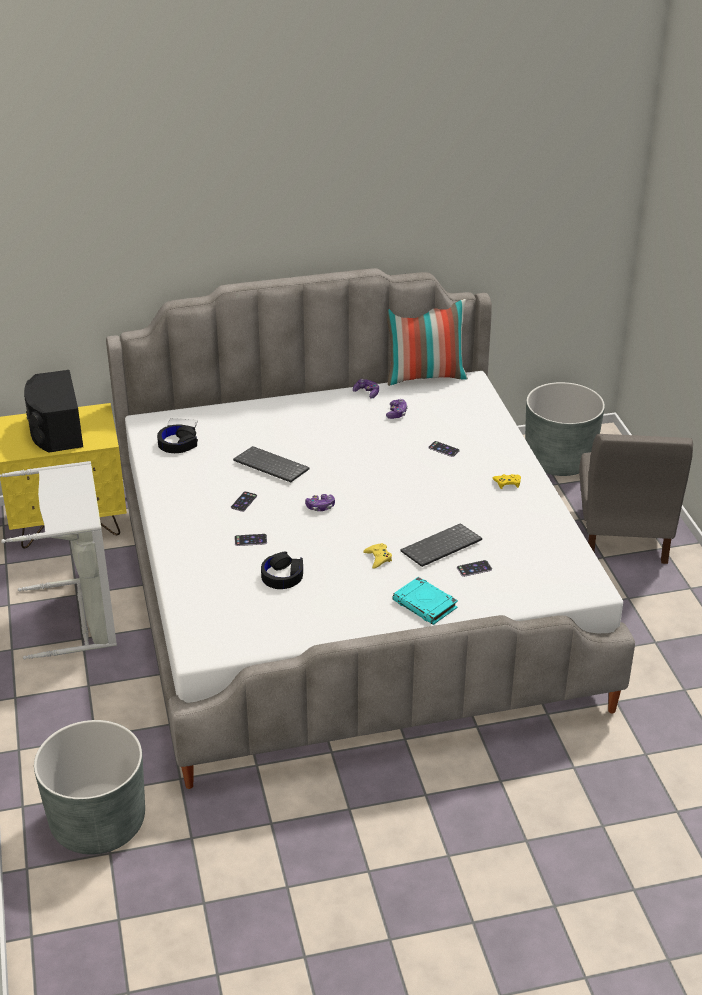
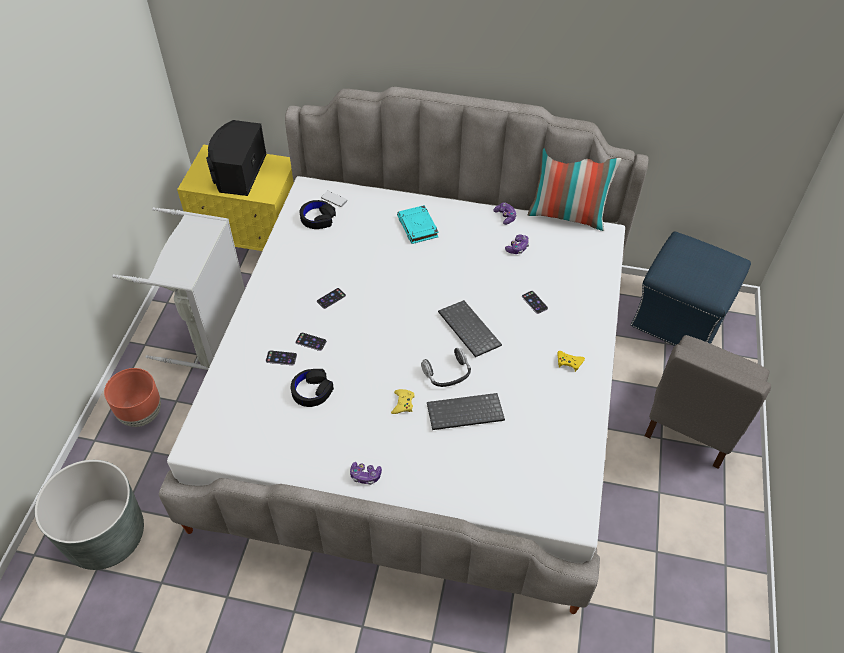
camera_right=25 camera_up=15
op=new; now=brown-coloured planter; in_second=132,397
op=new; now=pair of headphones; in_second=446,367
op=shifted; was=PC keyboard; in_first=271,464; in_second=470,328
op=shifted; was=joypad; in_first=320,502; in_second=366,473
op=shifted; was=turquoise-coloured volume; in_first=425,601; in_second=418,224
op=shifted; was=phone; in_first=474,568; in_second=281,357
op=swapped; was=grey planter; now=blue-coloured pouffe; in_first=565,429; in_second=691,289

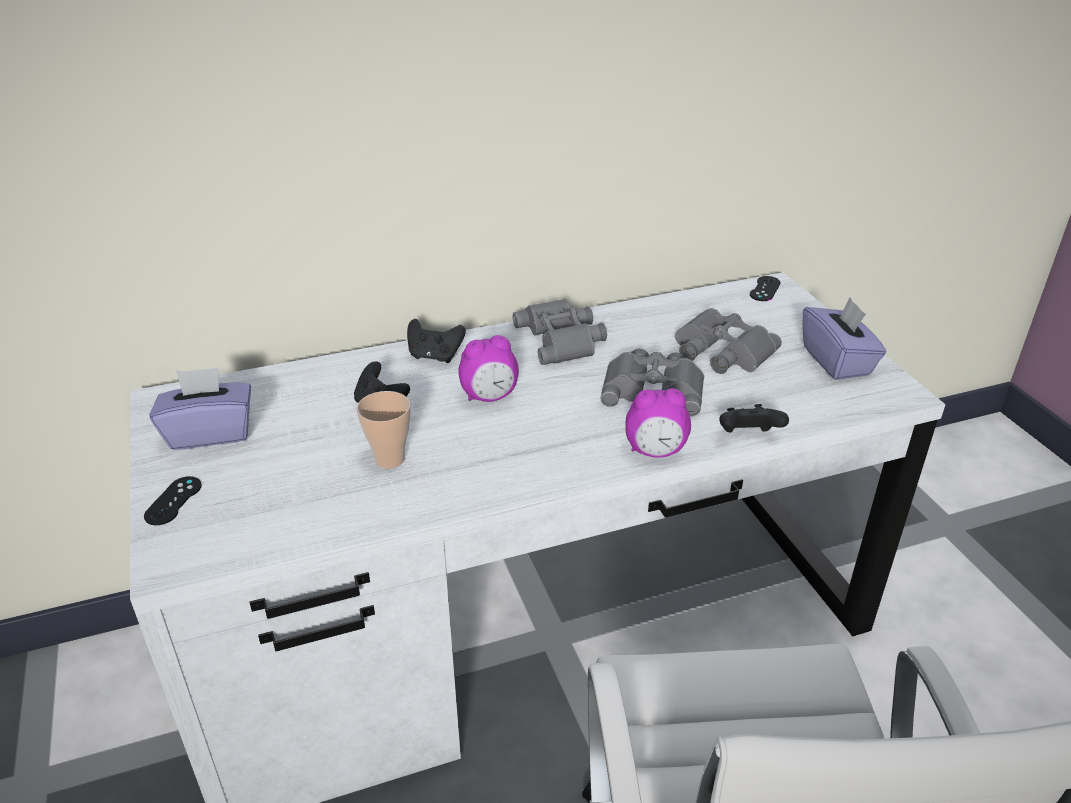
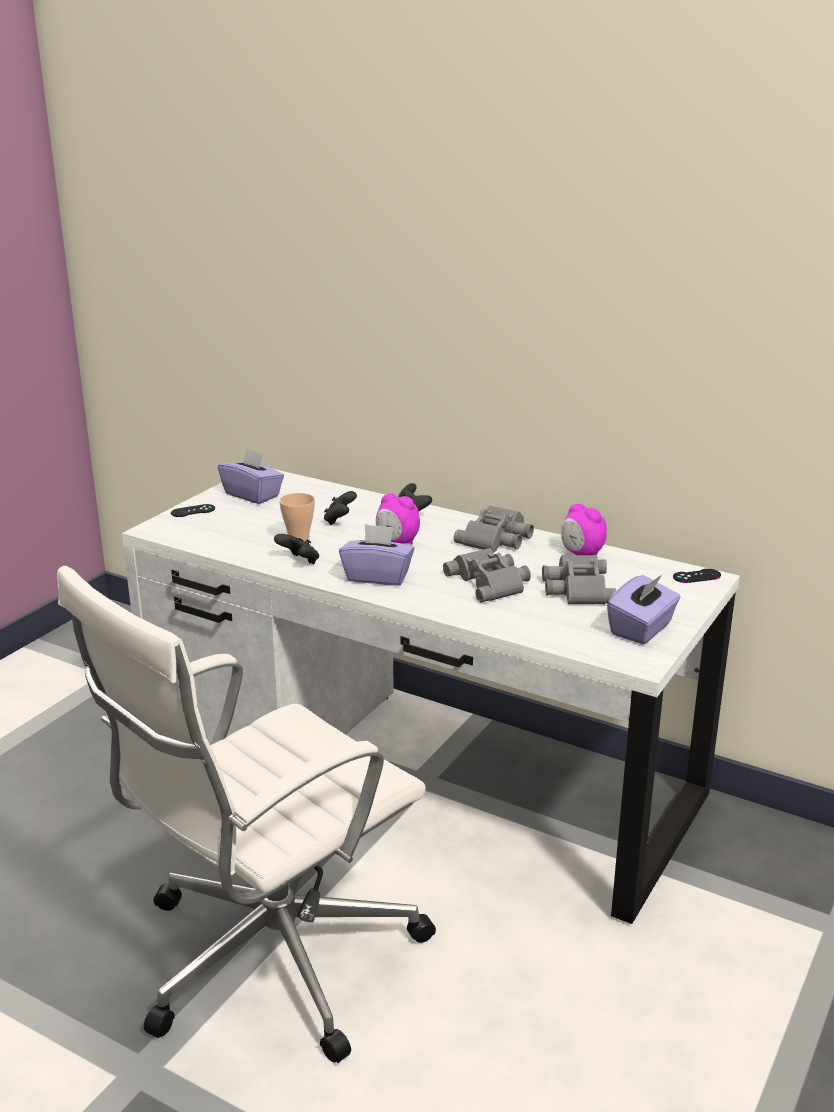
camera_right=50 camera_up=-10
op=new; now=purple tissue holder; in_second=377,555
op=shifted; was=bedside clock; in_first=658,423; in_second=584,529
op=shifted; was=black joypad; in_first=754,418; in_second=296,549

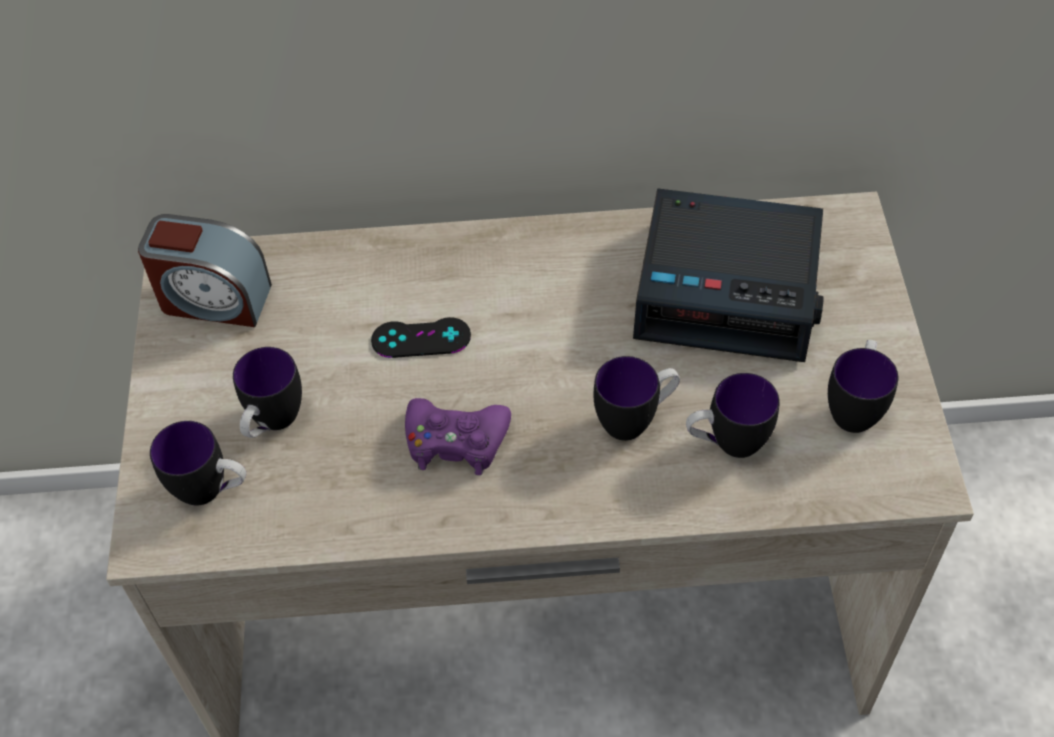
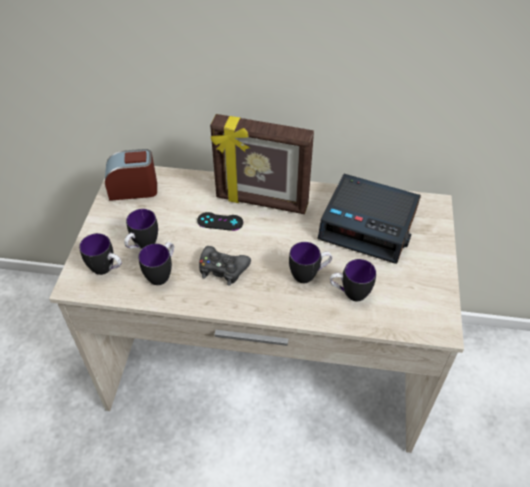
camera_right=10 camera_up=-5
op=new; now=picture frame; in_second=262,164
op=shifted; was=tea mug; in_first=863,386; in_second=156,263
op=repainted; was=purple joypad; now=black joypad; in_first=458,436; in_second=225,266
op=rotated; was=bedside clock; in_first=205,270; in_second=131,175; clockwise=150

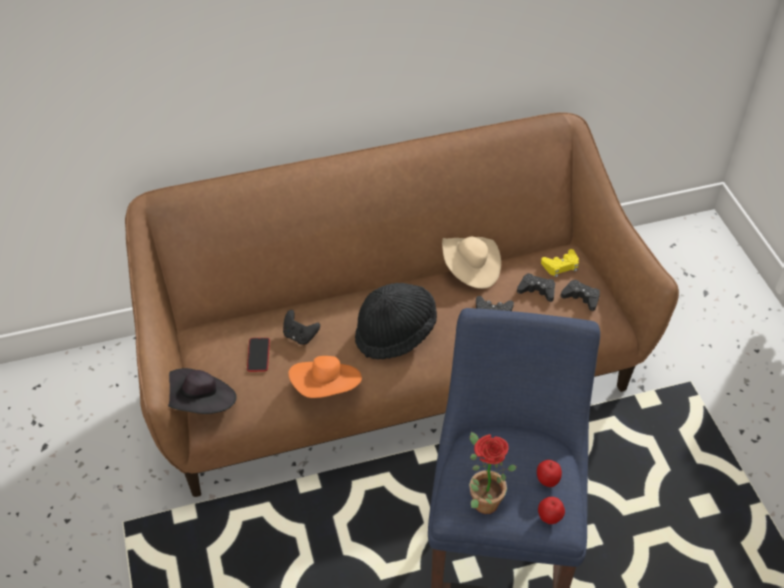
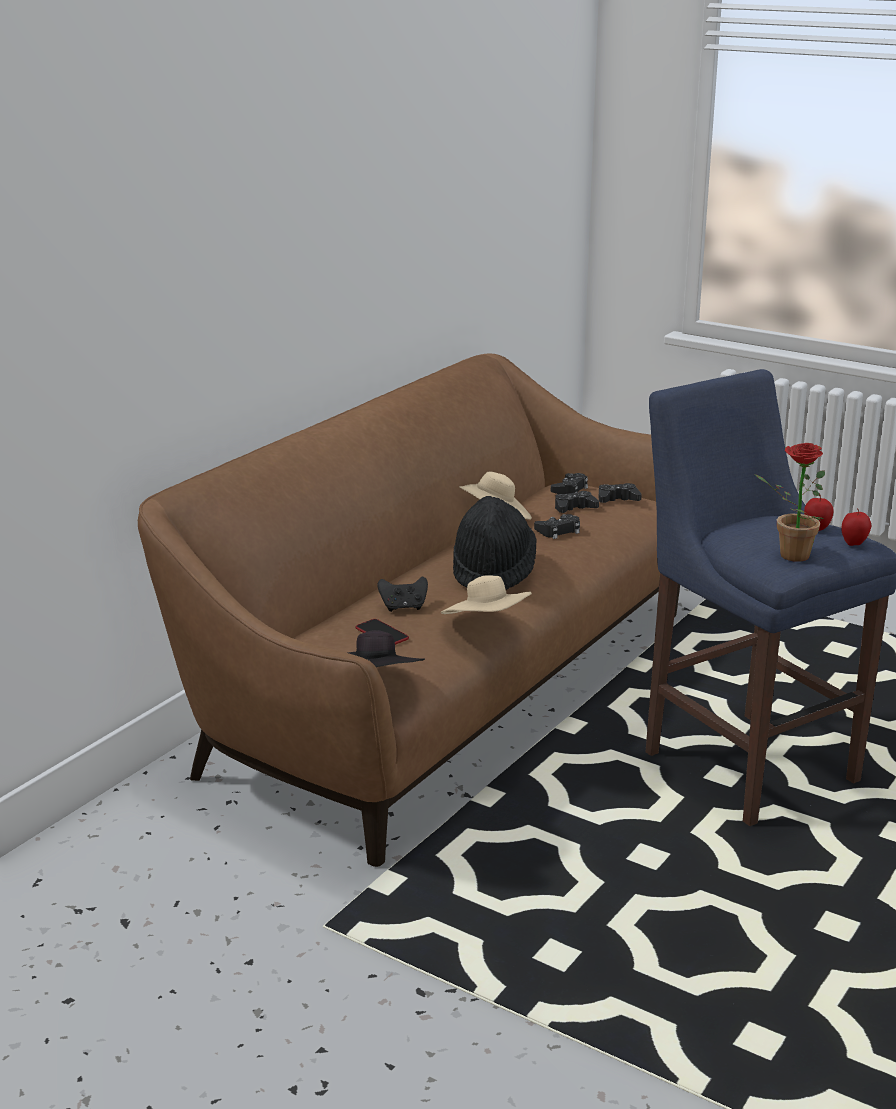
camera_right=-40 camera_up=-25
op=repainted; was=orangey hat; now=beige hat; in_first=325,377; in_second=486,594
op=repainted; was=yellowish joypad; now=black joypad; in_first=560,263; in_second=569,483

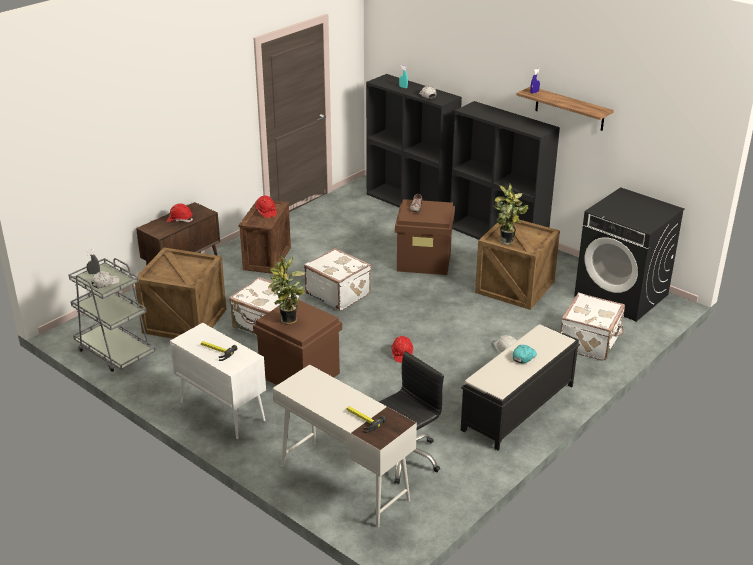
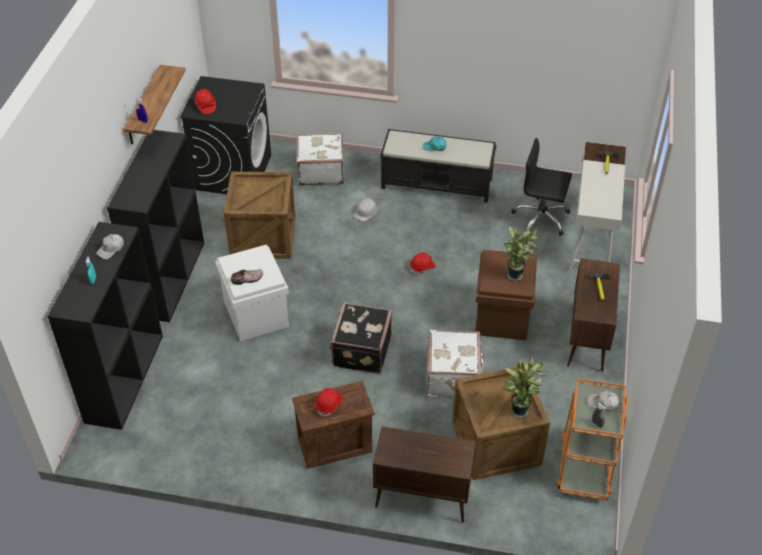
camera_right=-120 camera_up=15
op=shifted; was=red work helmet; in_first=180,212; in_second=205,101
op=shifted; was=potted plant; in_first=511,214; in_second=525,387
op=repainted; was=grey trolley; now=orangey trolley; in_first=112,315; in_second=592,439
op=repainted; was=white-coloured storage cabinet; now=brown-coloured storage cabinet; in_first=218,381; in_second=593,315
op=repainted; was=white-coloured travel case; now=black travel case; in_first=337,279; in_second=361,338
op=repainted; was=brown-coloured storage bin; now=white-coloured storage bin; in_first=425,237; in_second=252,292

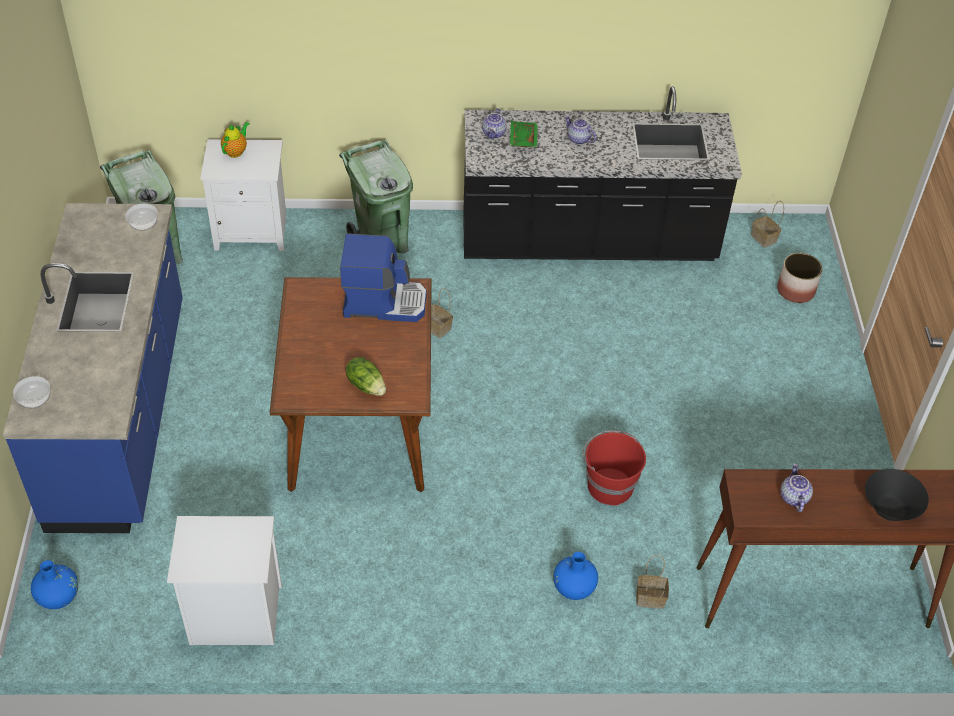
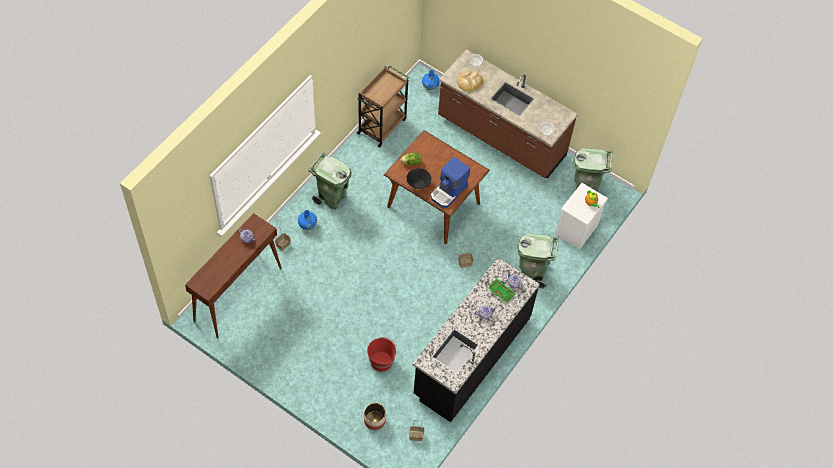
camera_right=125 camera_up=10
op=new; now=green-coloured rubbish bin; in_second=329,181
op=new; now=bakery bread; in_second=470,81
op=shifted; was=red pail; in_first=614,468; in_second=382,354
op=shifted; was=black deep dish; in_first=897,495; in_second=418,178
op=swapped; was=white-coloured bedside table; now=brown-coloured trolley; in_first=224,580; in_second=383,106
op=repainted; was=blue-coloured kitchen base unit; now=brown-coloured kitchen base unit; in_first=93,368; in_second=508,114

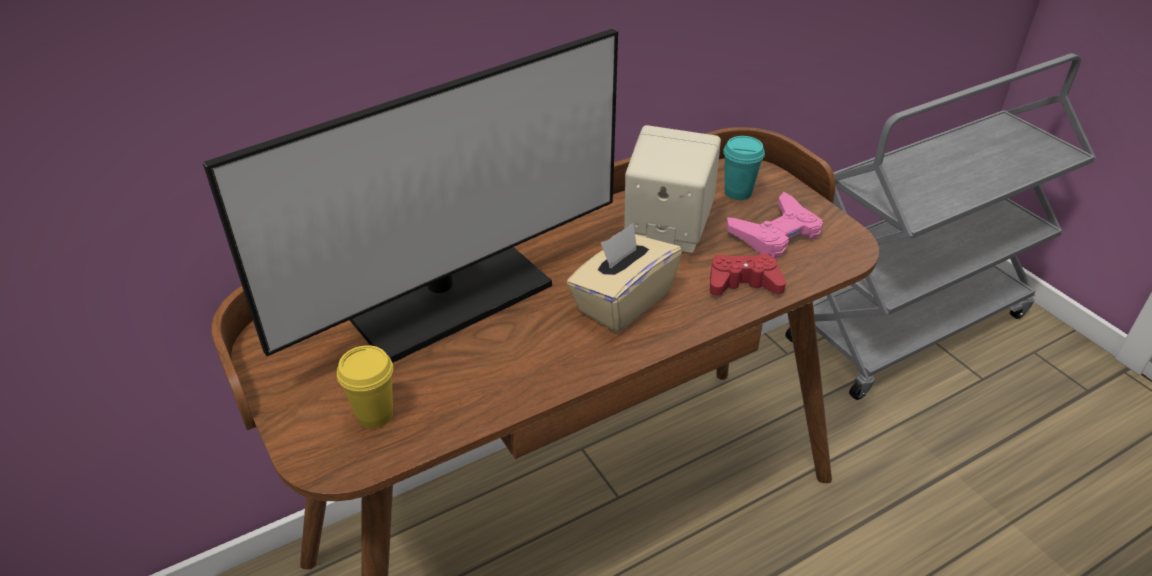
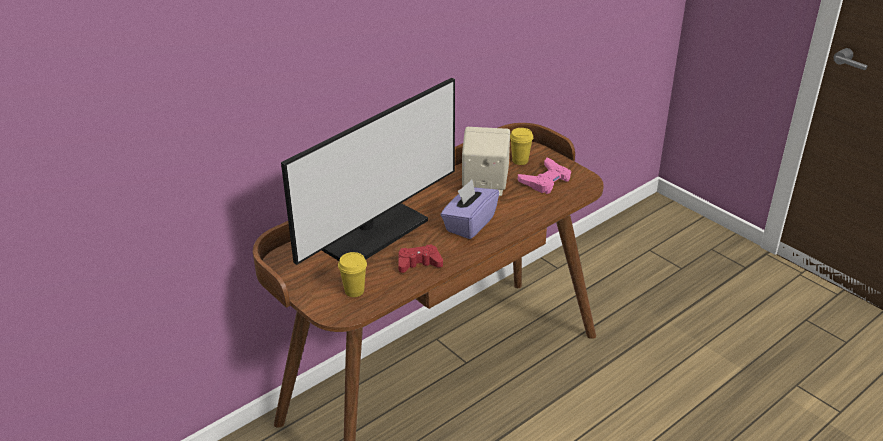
camera_right=-10 camera_up=-5
op=gone; was=grey trolley; in_first=940,226
op=shifted; was=red joypad; in_first=748,275; in_second=420,258
op=repainted; was=beige tissue holder; now=purple tissue holder; in_first=624,277; in_second=470,209
op=repainted; was=turquoise-coloured cup; now=yellowish cup; in_first=744,168; in_second=521,146

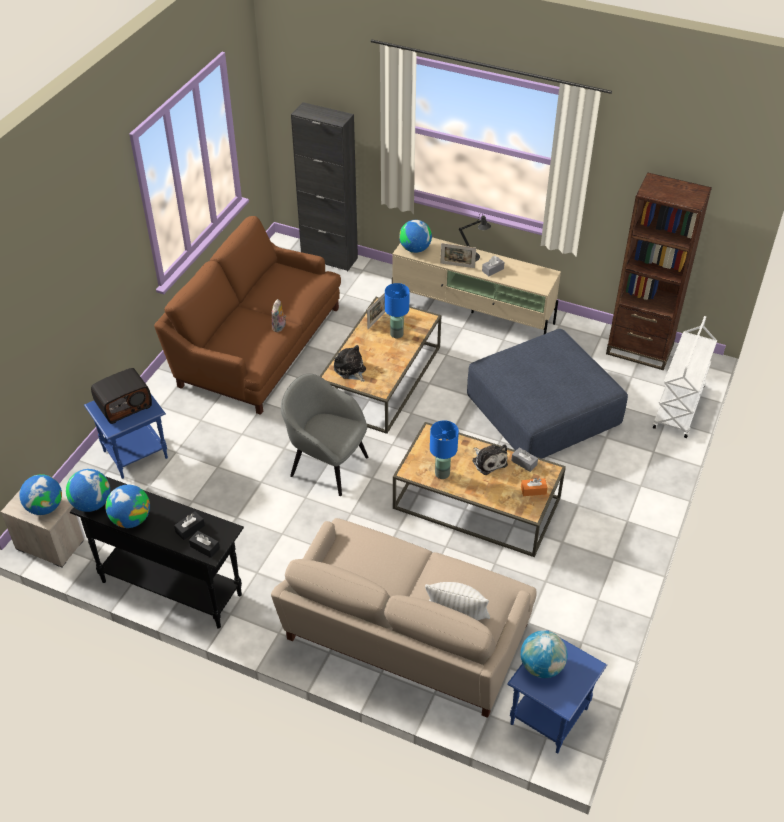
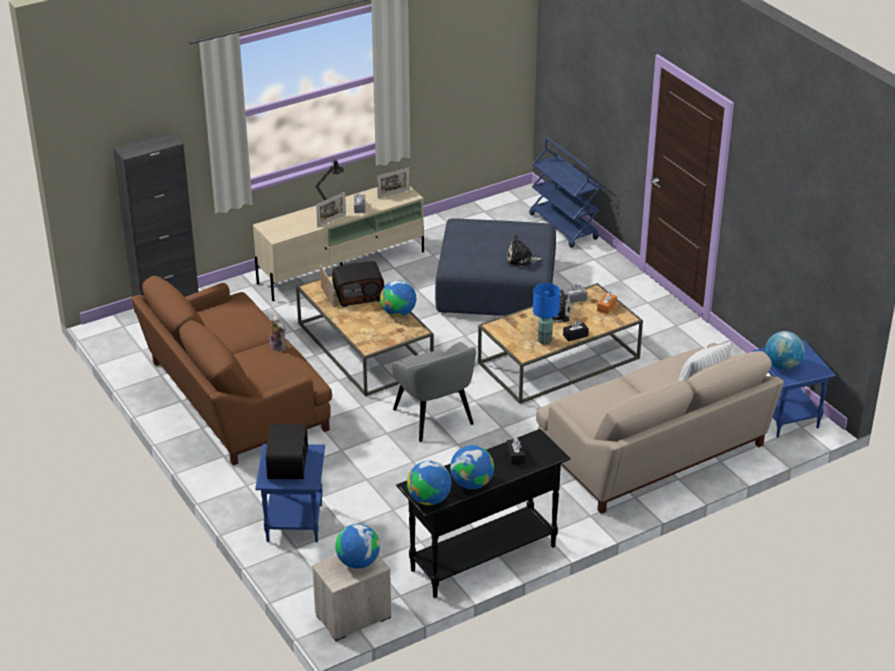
camera_right=-55 camera_up=-10
op=gone; was=brown-coloured shelving unit; in_first=659,271
op=new; now=picture frame; in_second=393,183
op=shifted; was=black tissue holder; in_first=204,544; in_second=576,331
op=shifted; was=soft toy; in_first=350,363; in_second=525,250
op=shifted; was=world globe; in_first=415,236; in_second=398,298
op=swapped; was=blue-coloured table lamp; now=radio; in_first=397,310; in_second=358,284
op=repainted; was=white-coloured trolley; now=blue-coloured trolley; in_first=685,377; in_second=565,193
op=rotated; was=grey lounge chair; in_first=324,434; in_second=434,392; clockwise=-90

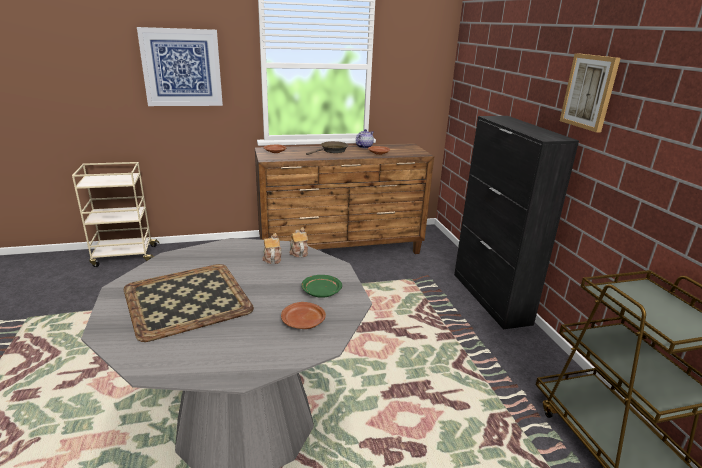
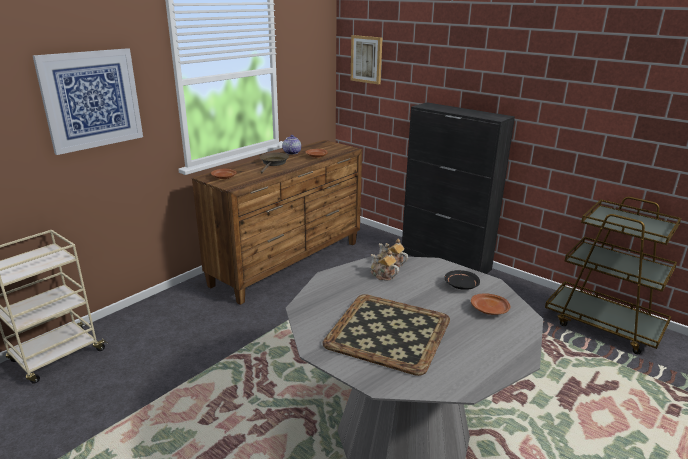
camera_right=-35 camera_up=0
op=shifted; was=picture; in_first=590,92; in_second=366,60
op=repainted; was=green-coloured flat dish; now=black flat dish; in_first=321,286; in_second=462,280

